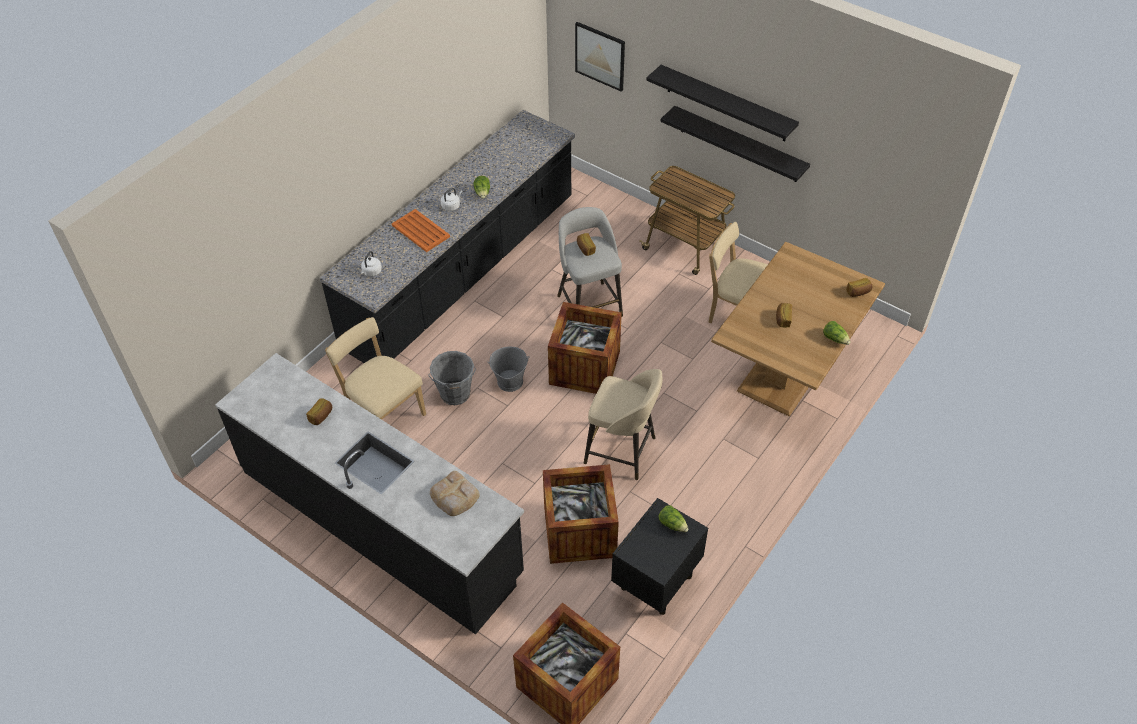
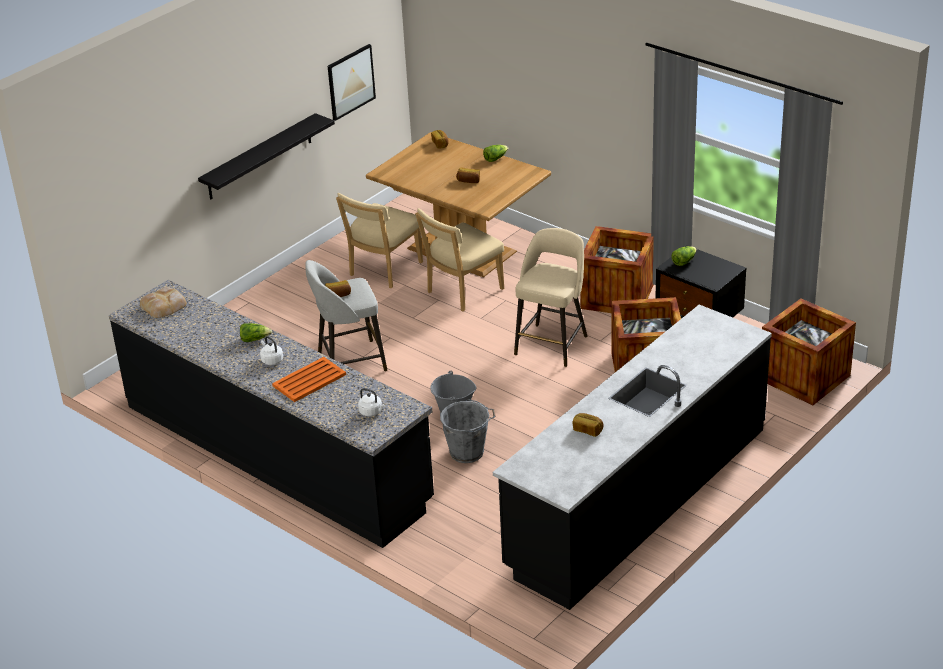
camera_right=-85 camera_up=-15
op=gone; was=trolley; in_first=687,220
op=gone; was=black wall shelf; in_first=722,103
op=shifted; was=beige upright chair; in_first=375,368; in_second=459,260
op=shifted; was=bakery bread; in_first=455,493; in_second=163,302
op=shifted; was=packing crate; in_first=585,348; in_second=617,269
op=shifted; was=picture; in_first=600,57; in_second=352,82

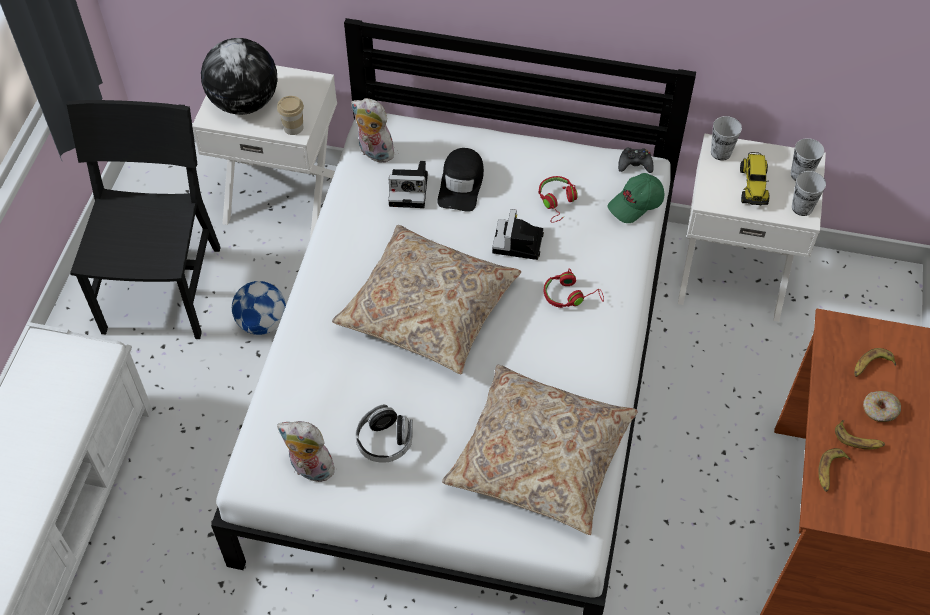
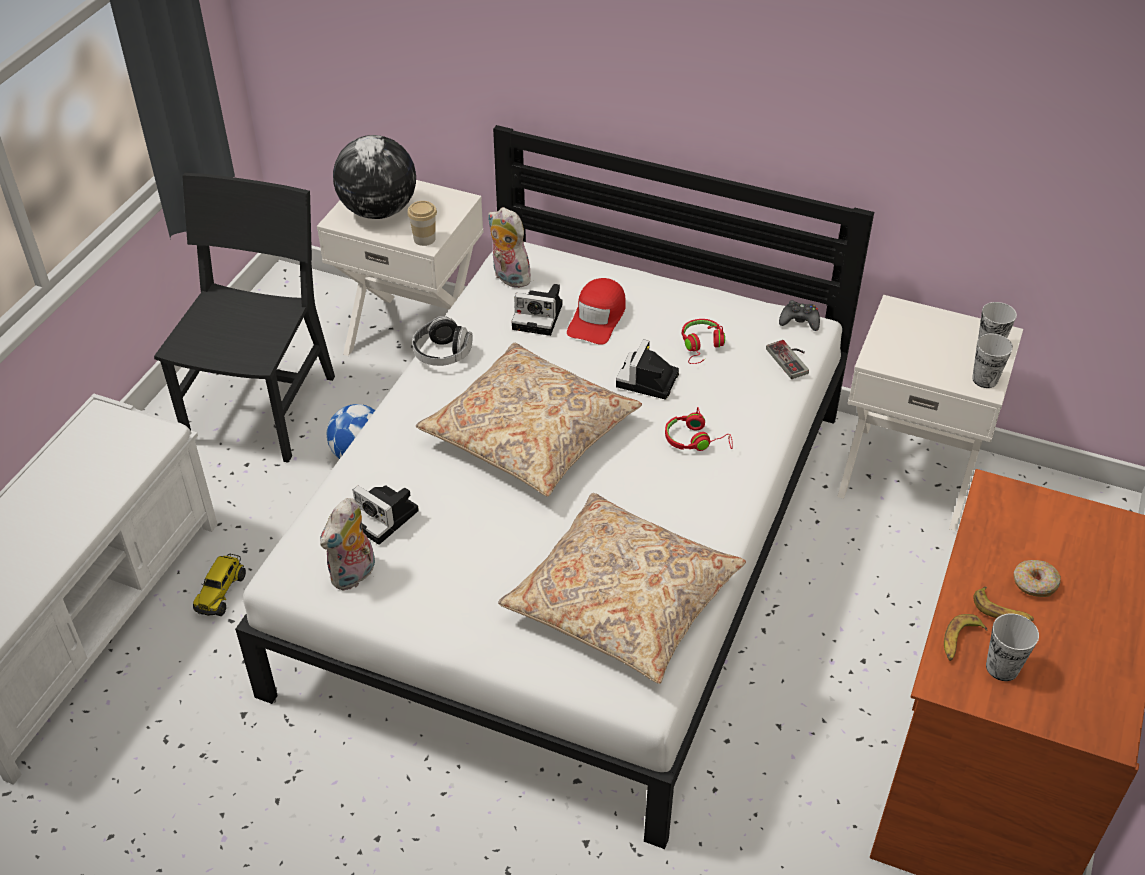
camera_right=10 camera_up=-10
op=gone; was=banana; in_first=875,362
op=new; now=still camera; in_second=386,515
op=shifted; was=pair of headphones; in_first=384,434; in_second=442,341
op=shifted; was=cup; in_first=726,138; in_second=1012,647
op=shifted; was=toy lorry; in_first=754,179; in_second=219,585
op=swapped; was=green-coloured peaked cap; now=joypad; in_first=635,198; in_second=787,359
op=repainted; was=black peaked cap; now=red peaked cap; in_first=460,180; in_second=596,311
op=rotated; was=soft toy; in_first=306,451; in_second=347,544; clockwise=-90

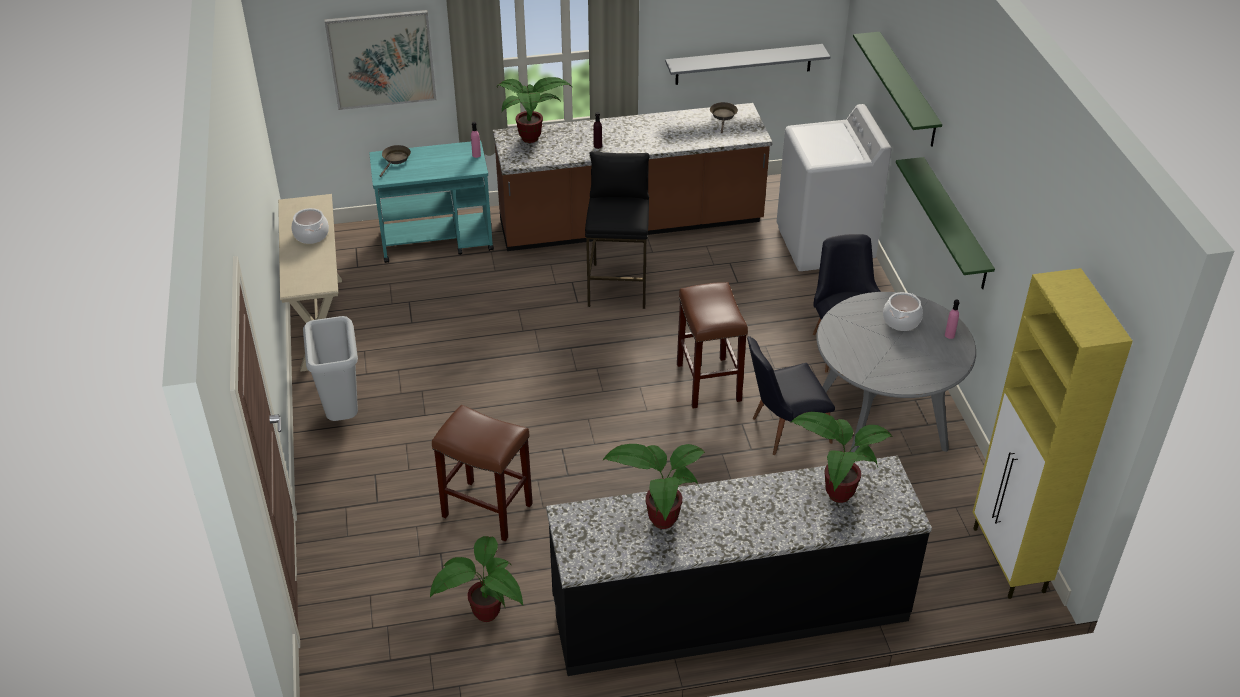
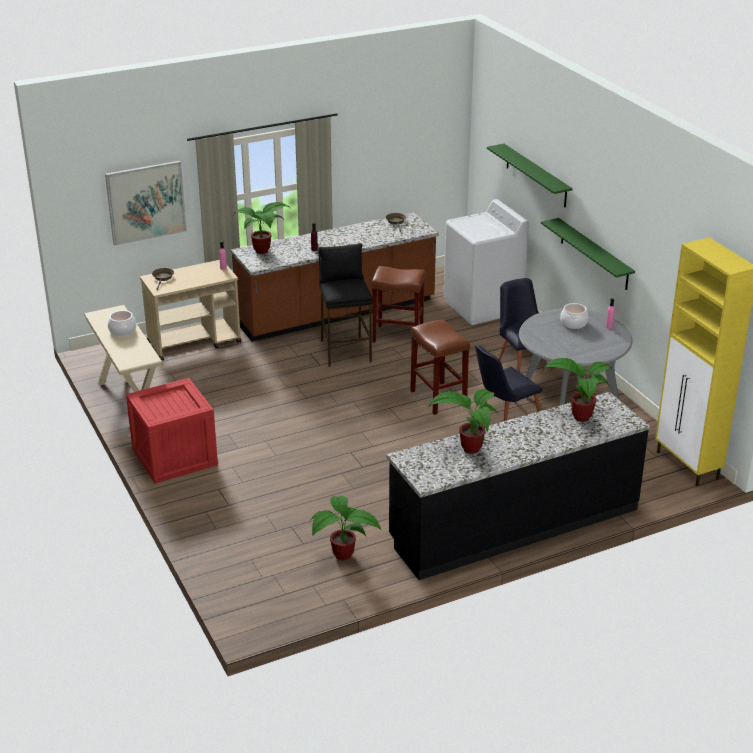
camera_right=-15 camera_up=-10
op=gone; was=grey wall shelf; in_first=747,64
op=shifted; was=brown-coloured stool seat; in_first=482,473; in_second=398,304
op=swapped; was=grey rubbish bin; now=packing crate; in_first=330,368; in_second=172,430
op=repainted; was=turquoise-coloured trolley; now=beige trolley; in_first=431,202; in_second=190,310

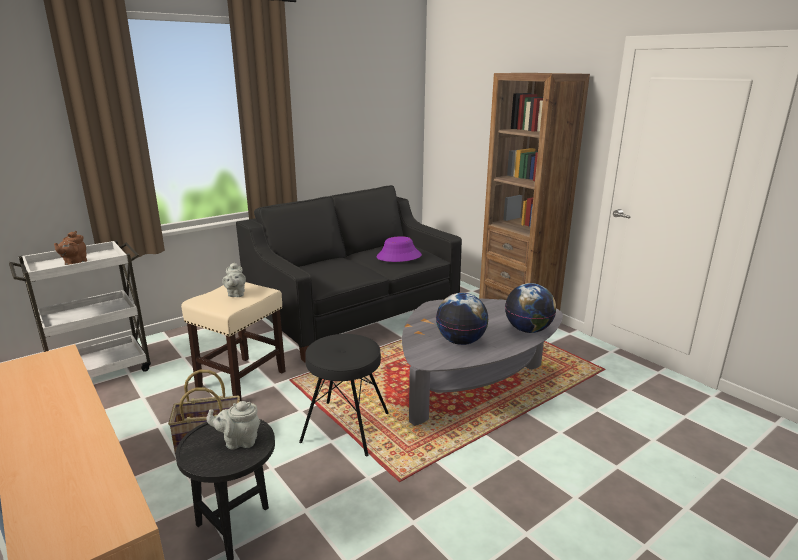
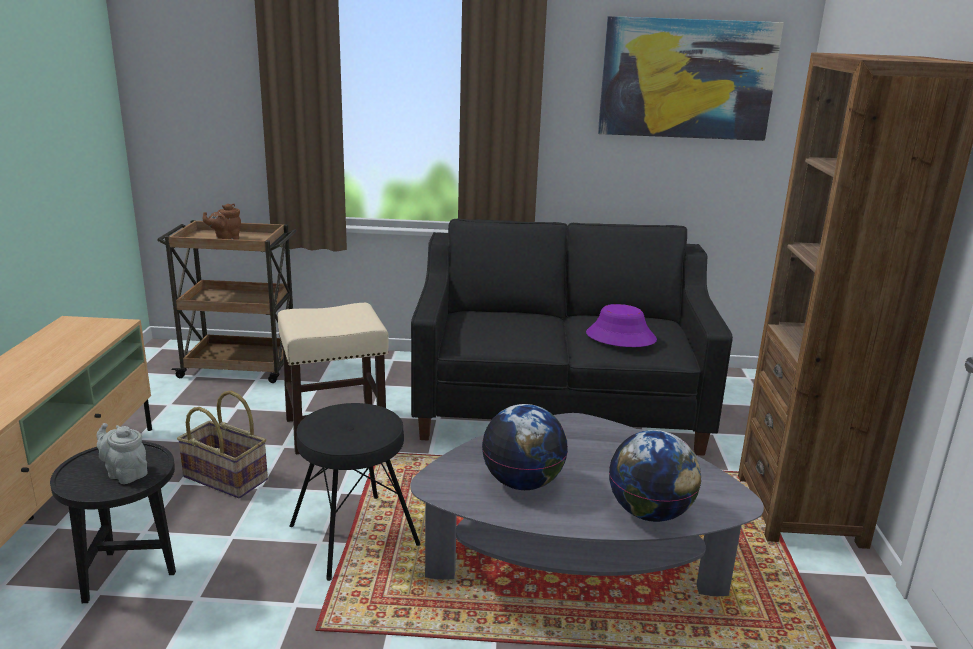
camera_right=40 camera_up=0
op=gone; was=grey pot for tea; in_first=234,279
op=new; now=picture; in_second=691,78
op=repainted; was=white-coloured trolley; now=brown-coloured trolley; in_first=80,309; in_second=227,301

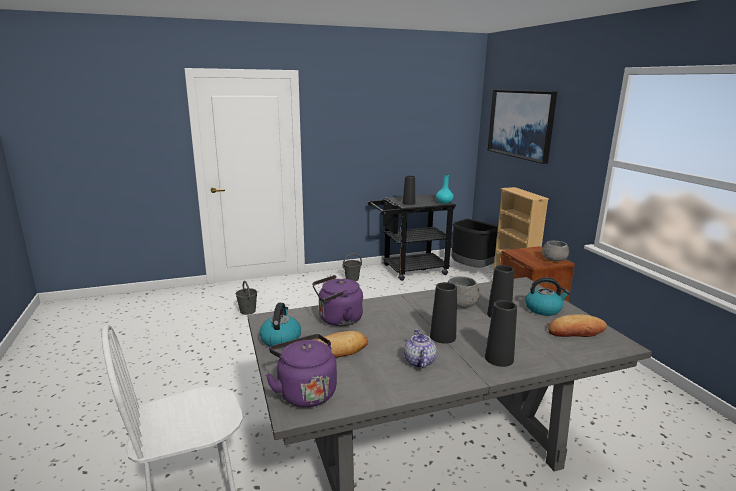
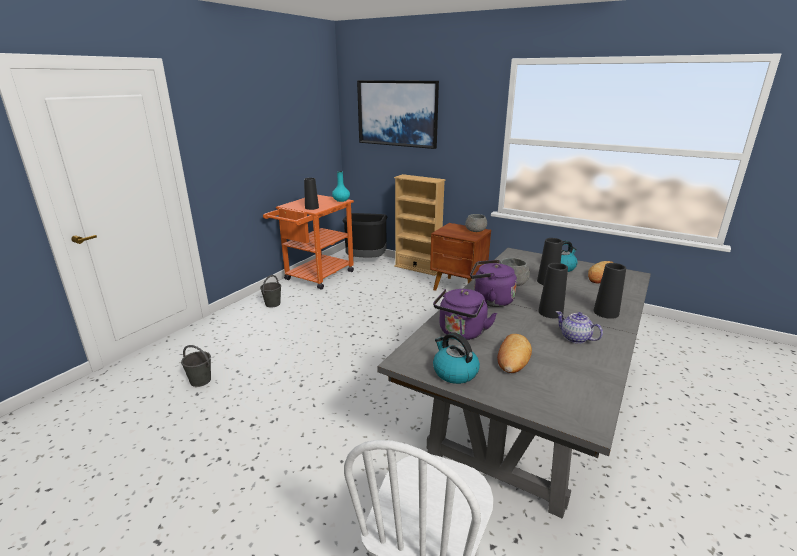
camera_right=-40 camera_up=5
op=shifted; was=purple kettle; in_first=301,370; in_second=493,283
op=repainted; was=black trolley; now=orangey trolley; in_first=412,237; in_second=308,242

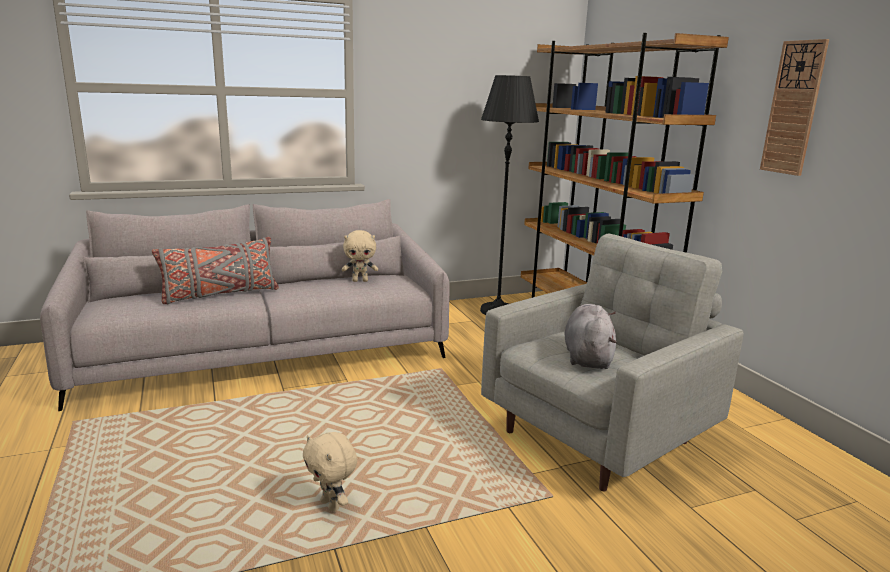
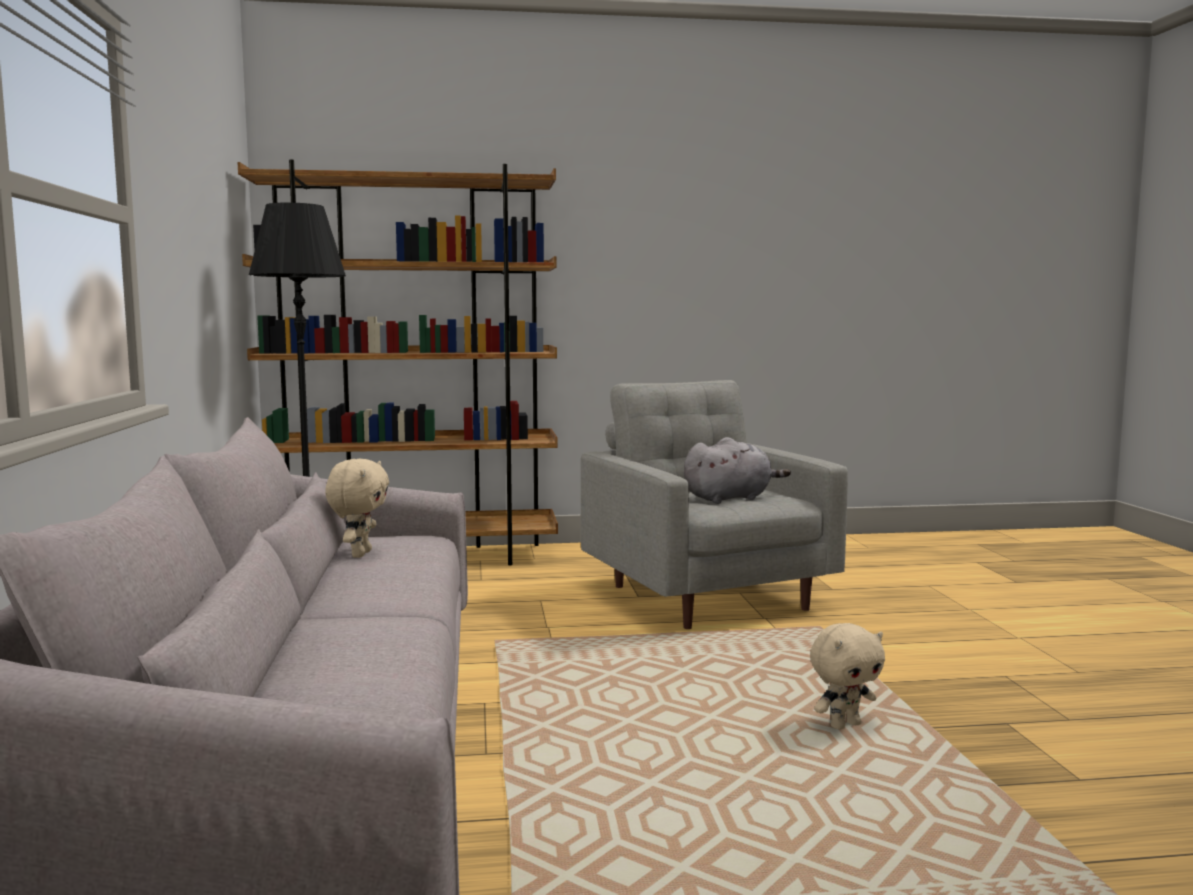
camera_right=-75 camera_up=-10
op=gone; was=grey throw pillow; in_first=215,270
op=gone; was=clock on the wall; in_first=794,107
op=rotated; was=grey soft toy; in_first=591,336; in_second=737,470; clockwise=135

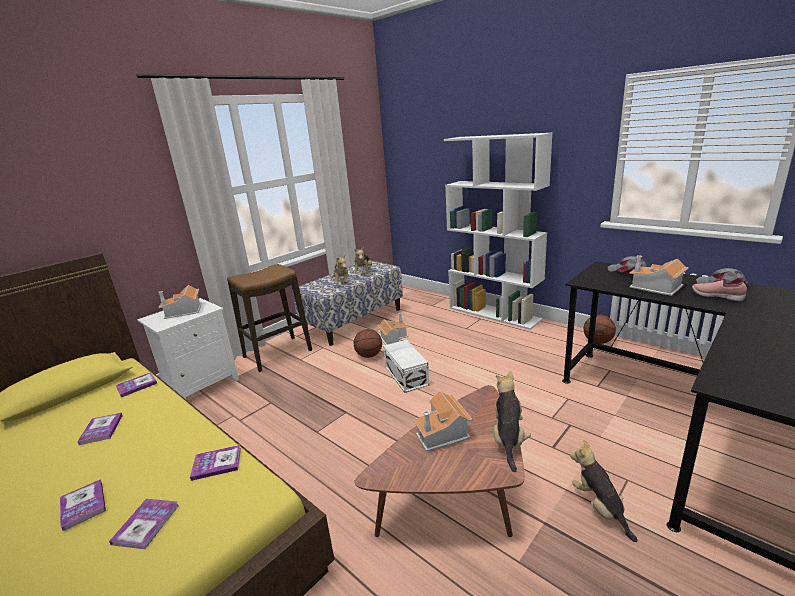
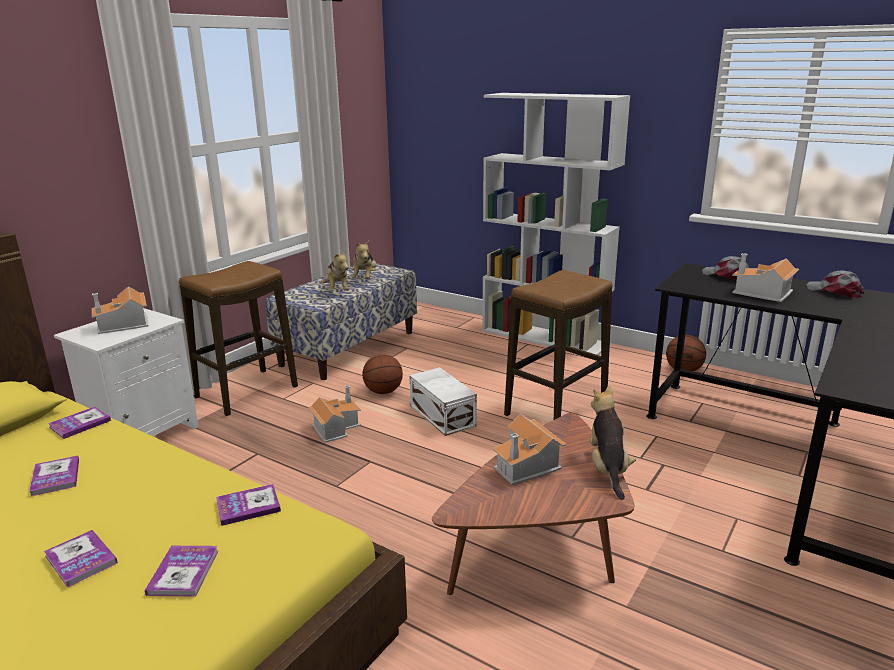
camera_right=-10 camera_up=0
op=gone; was=soft toy; in_first=603,491
op=gone; was=pinkish low shoe; in_first=719,290
op=new; now=stool seat; in_second=558,345
op=shifted; was=miniature house; in_first=392,329; in_second=334,413

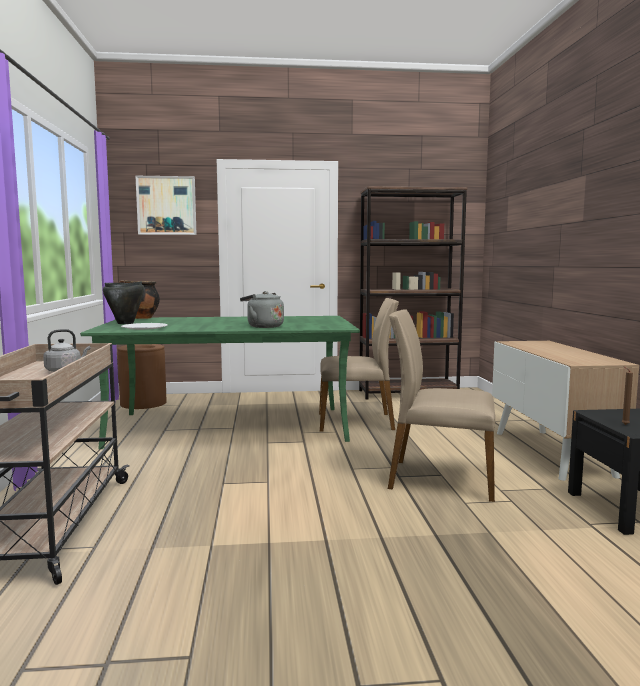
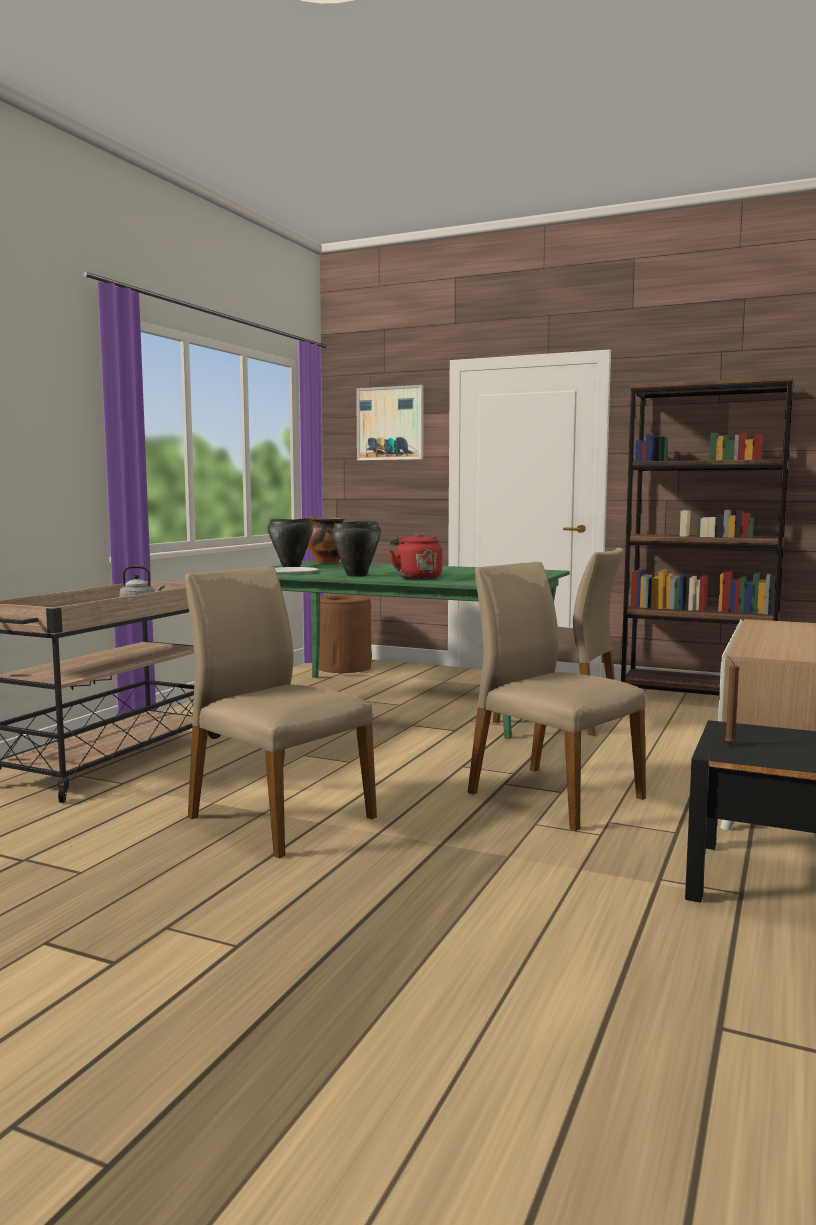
camera_right=30 camera_up=0
op=new; now=beige upright chair; in_second=281,712
op=new; now=black stockpot; in_second=356,548
op=repainted; was=grey kettle; now=red kettle; in_first=262,309; in_second=415,556

